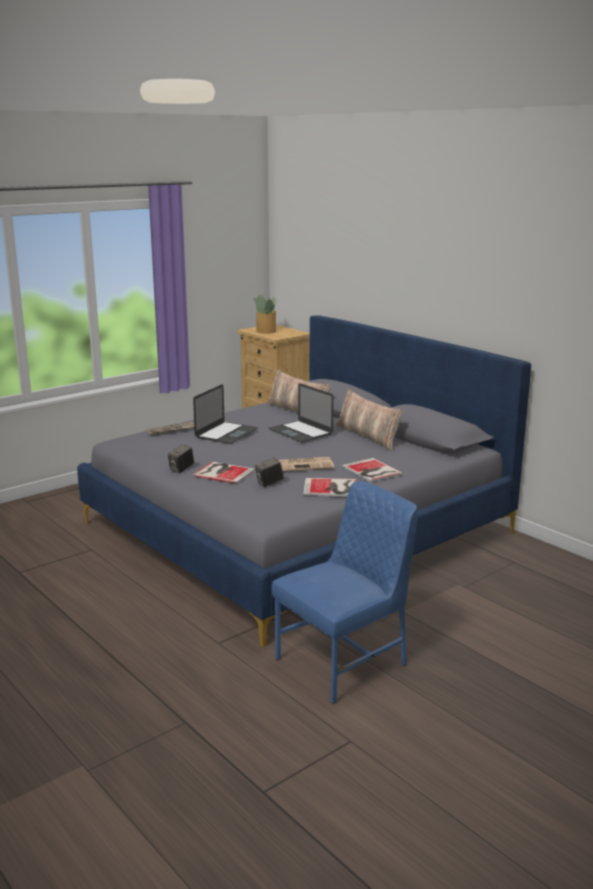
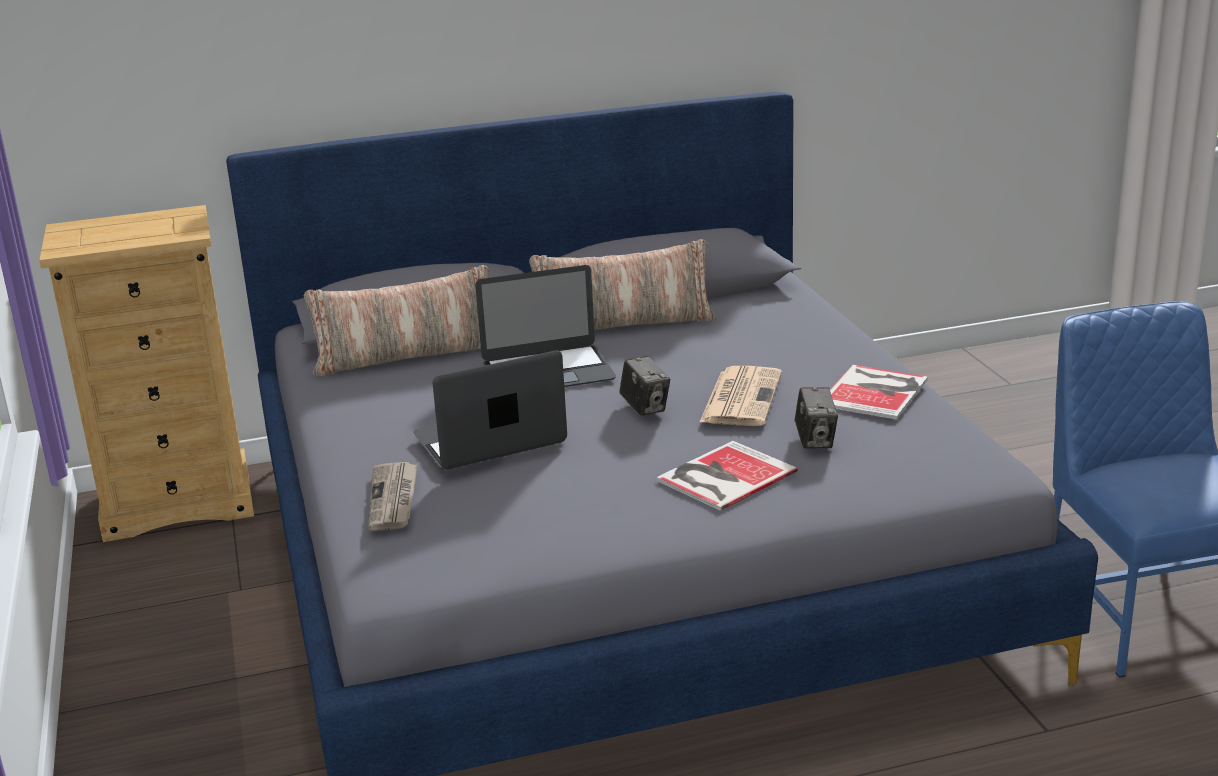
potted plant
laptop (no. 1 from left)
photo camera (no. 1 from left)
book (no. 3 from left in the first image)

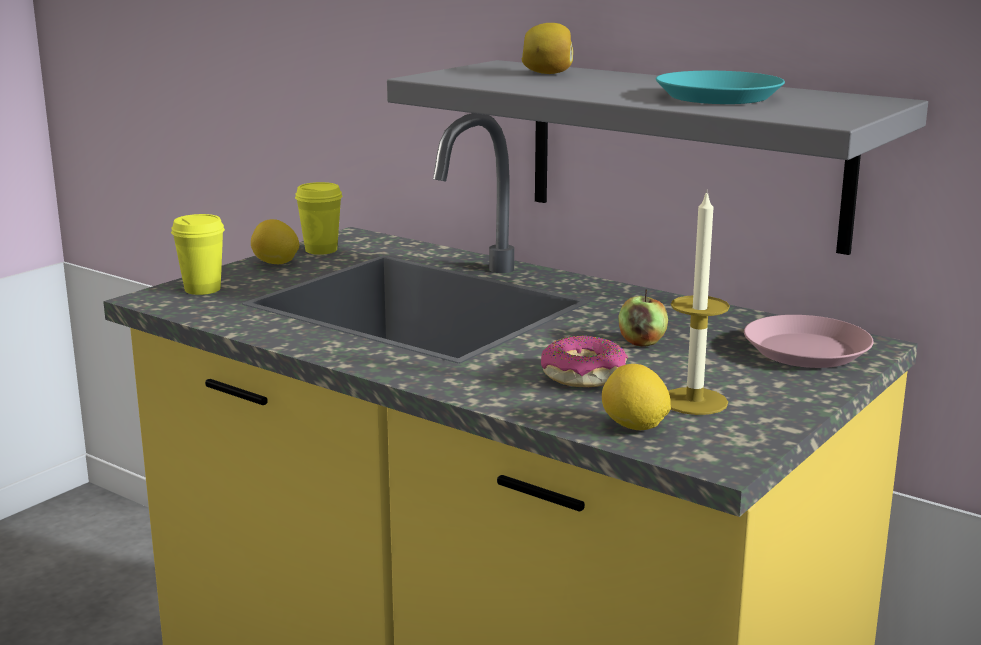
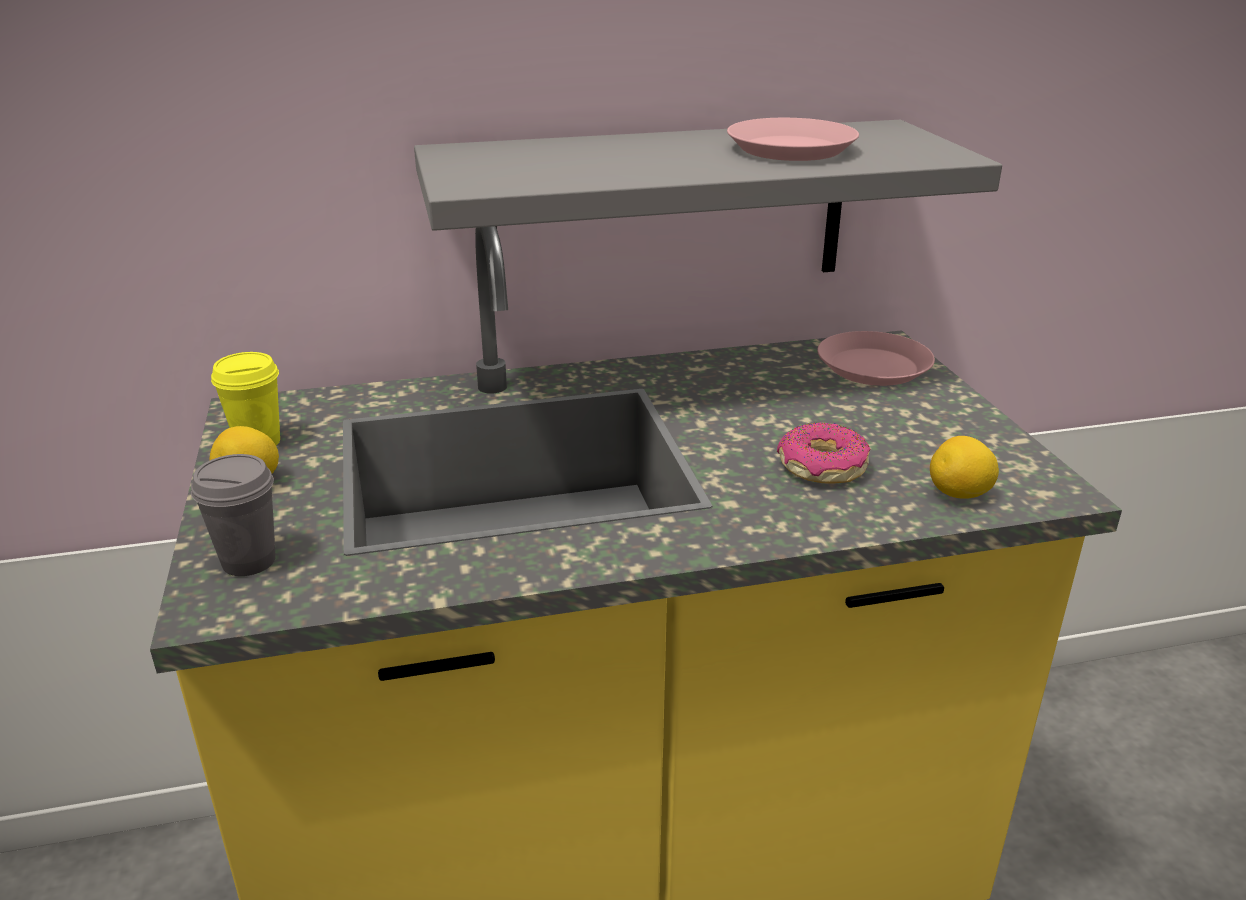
lemon (no. 2 from left in the first image)
pink plate (no. 1 from left)
candle
grey cup
apple

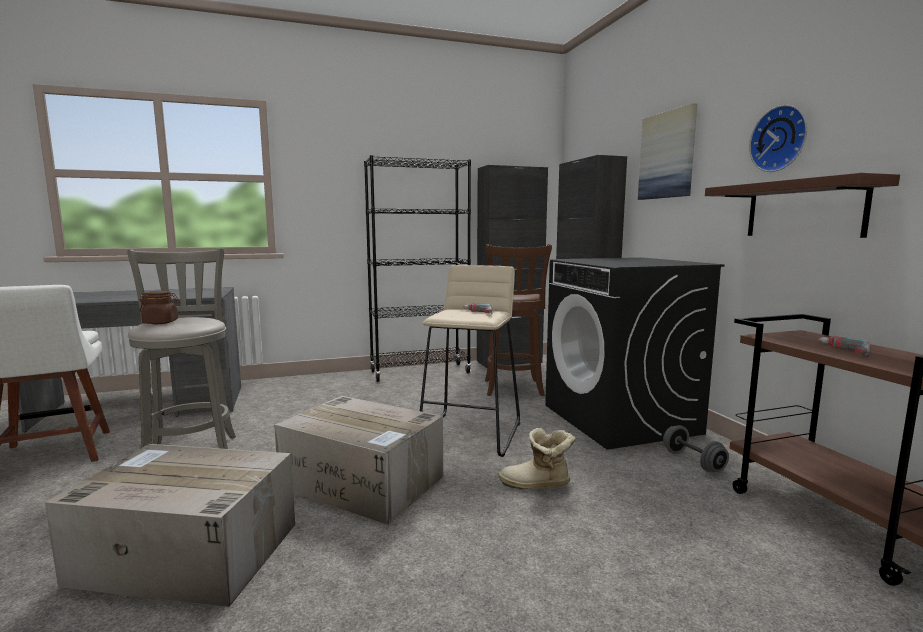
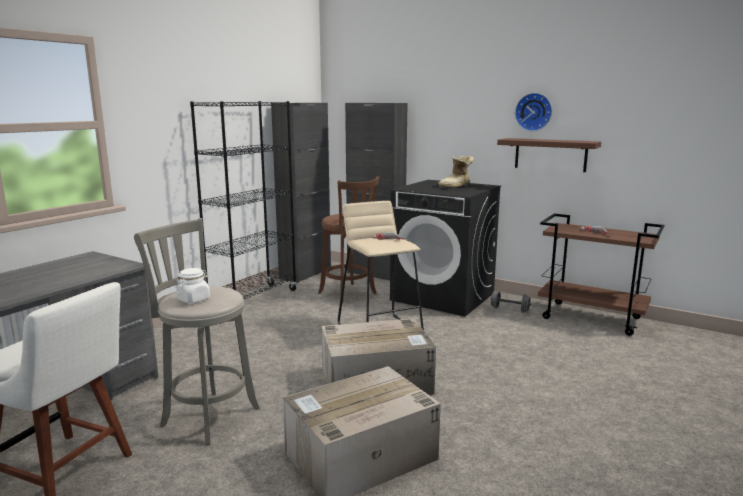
picture
white jar
boot

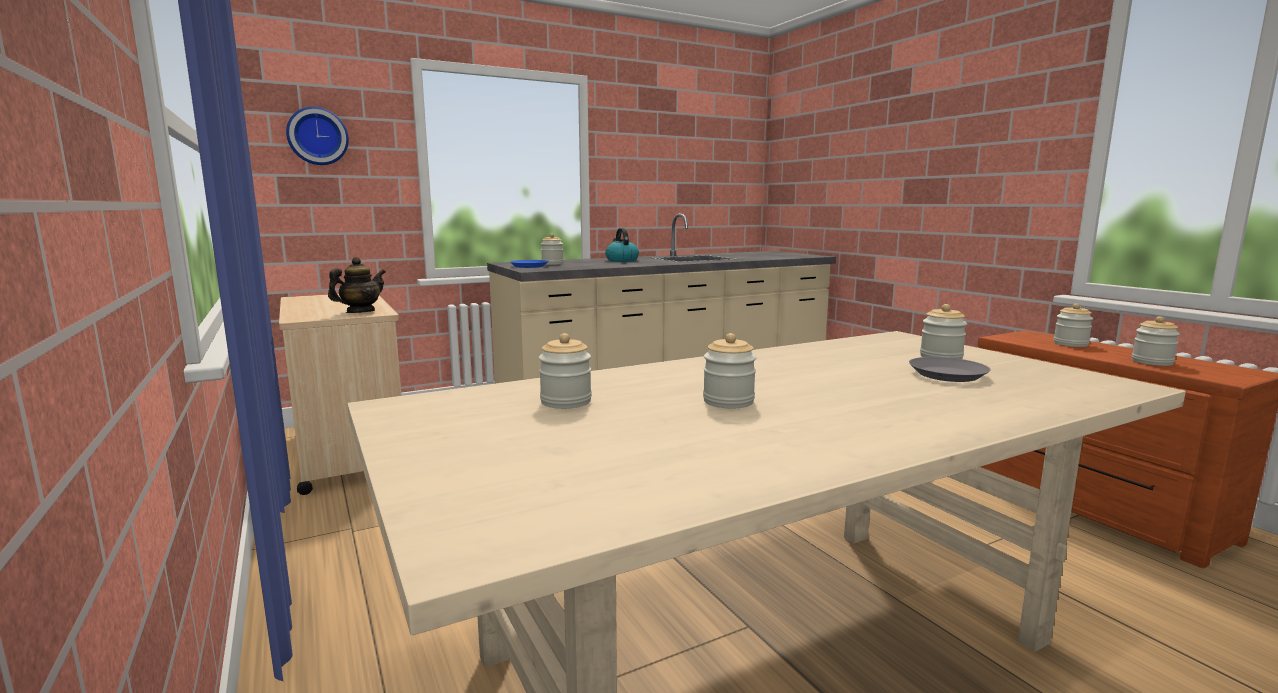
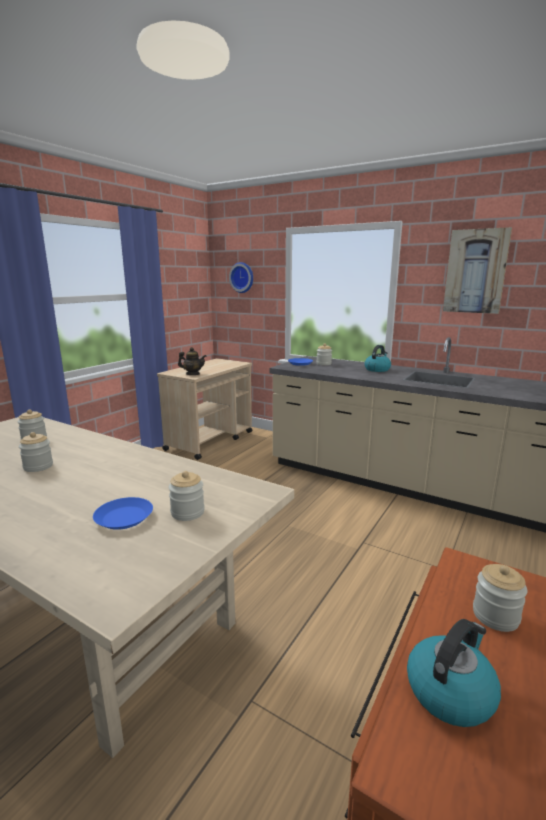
kettle (no. 2 from left)
blue plate (no. 1 from left)
picture

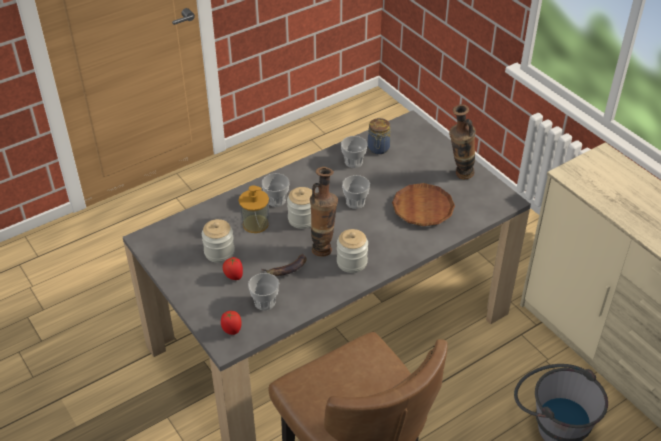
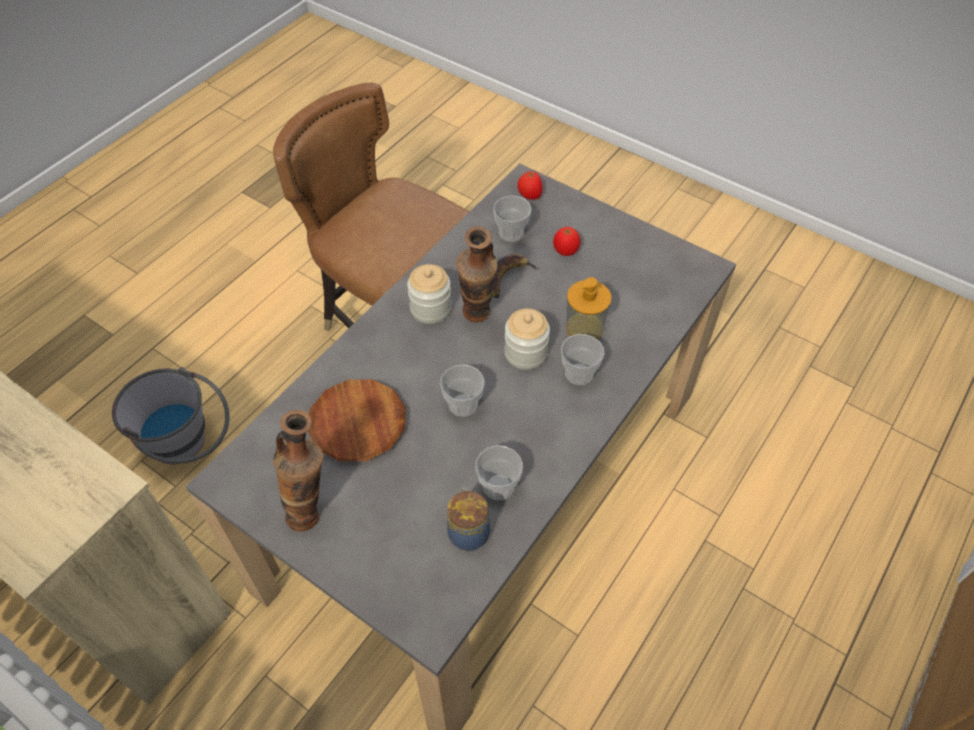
jar (no. 1 from left in the first image)

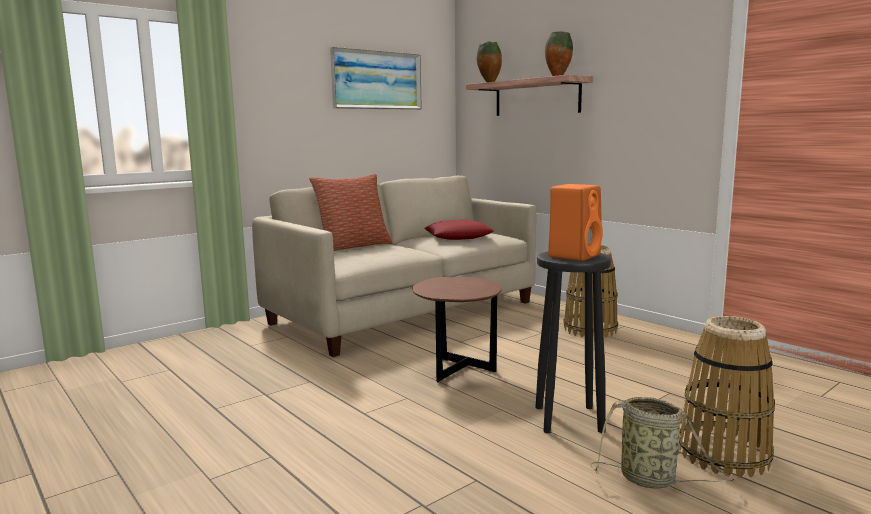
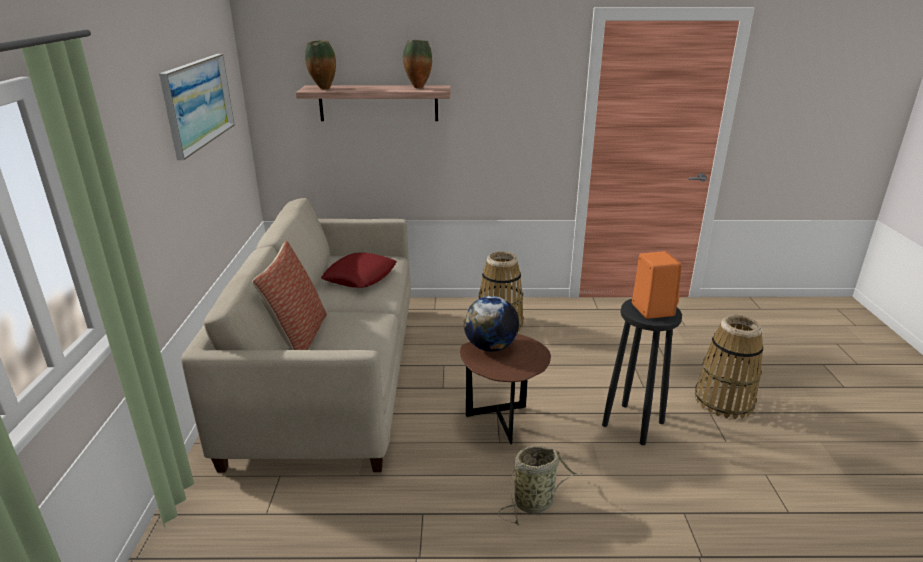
basket (no. 2 from left)
globe

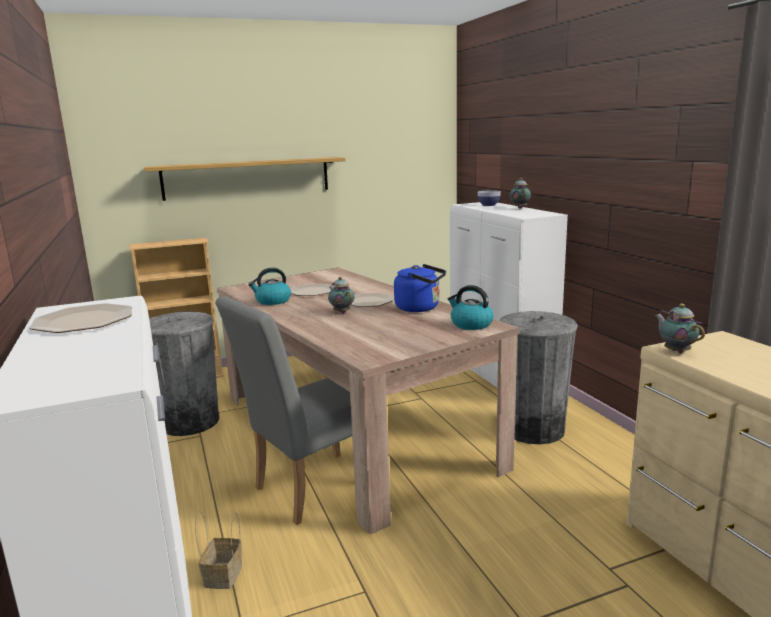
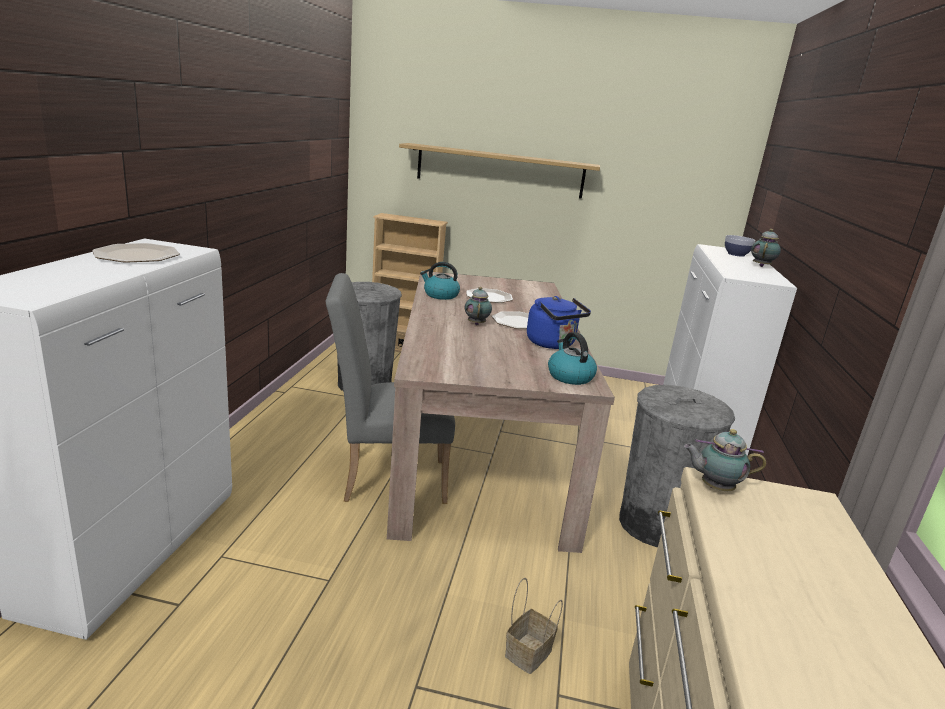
teapot (no. 2 from left)
basket

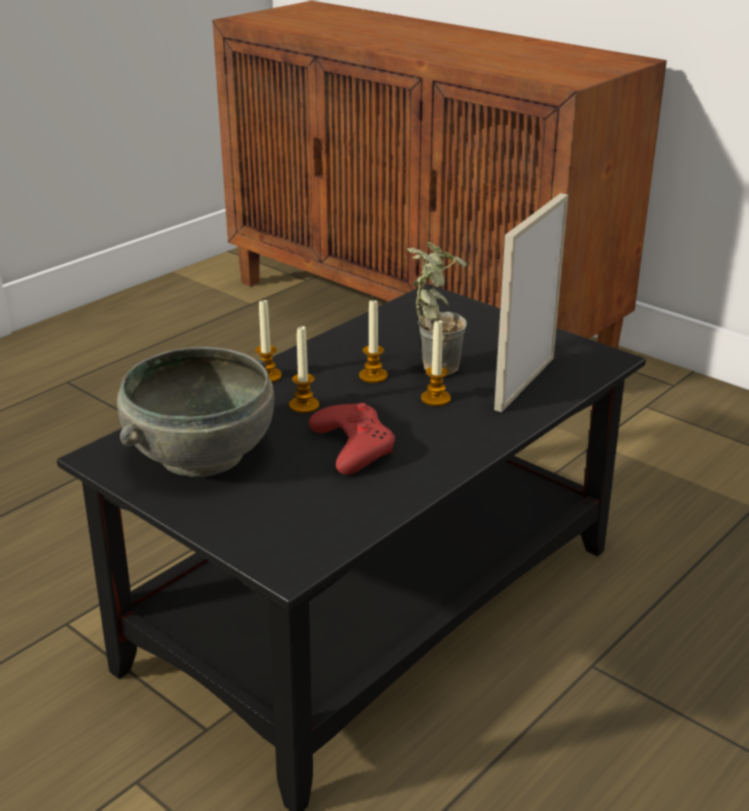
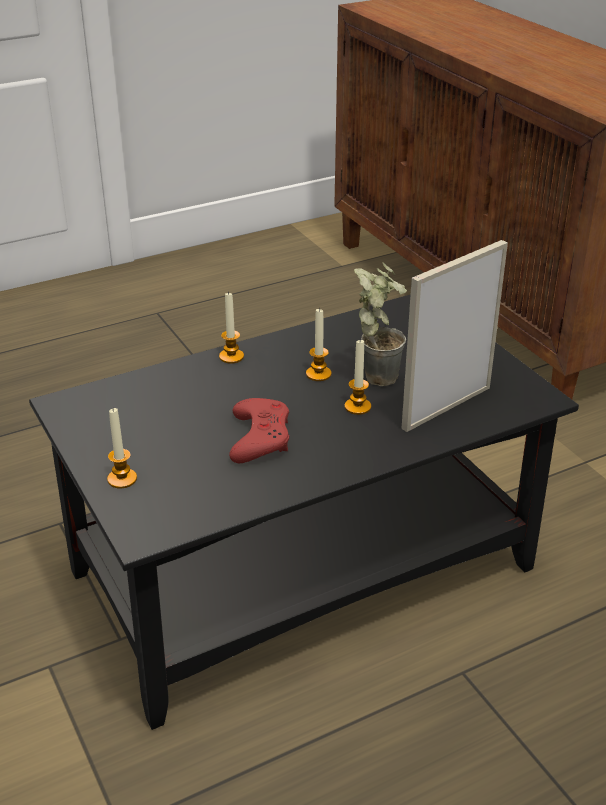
candle (no. 1 from left)
grey bowl

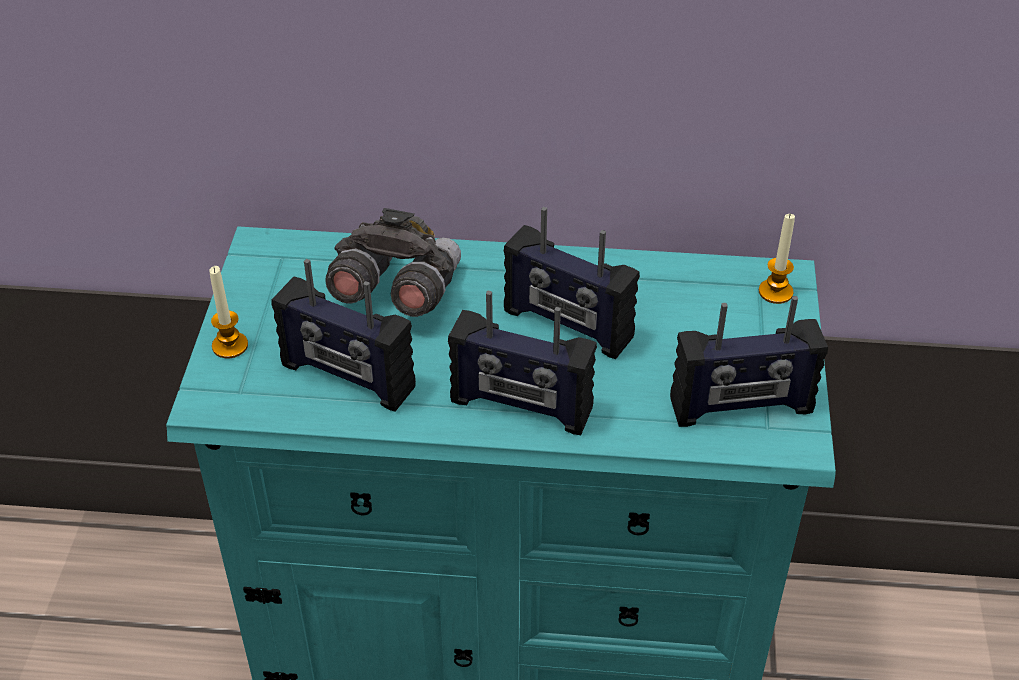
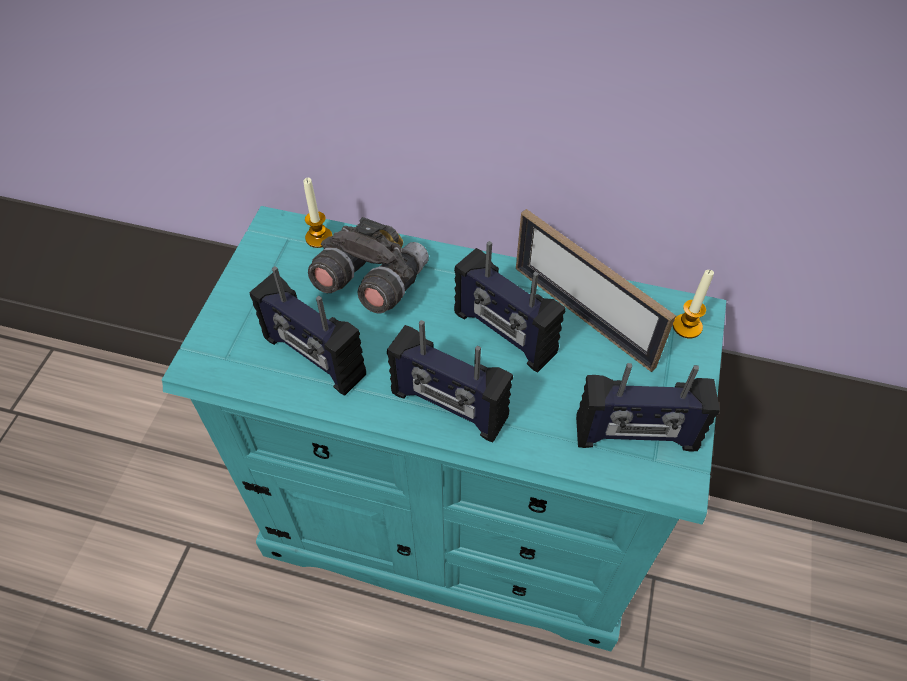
candle (no. 1 from left)
picture frame

